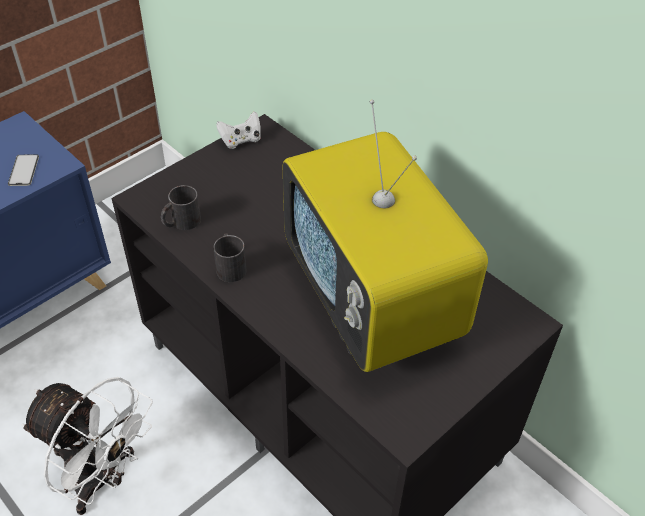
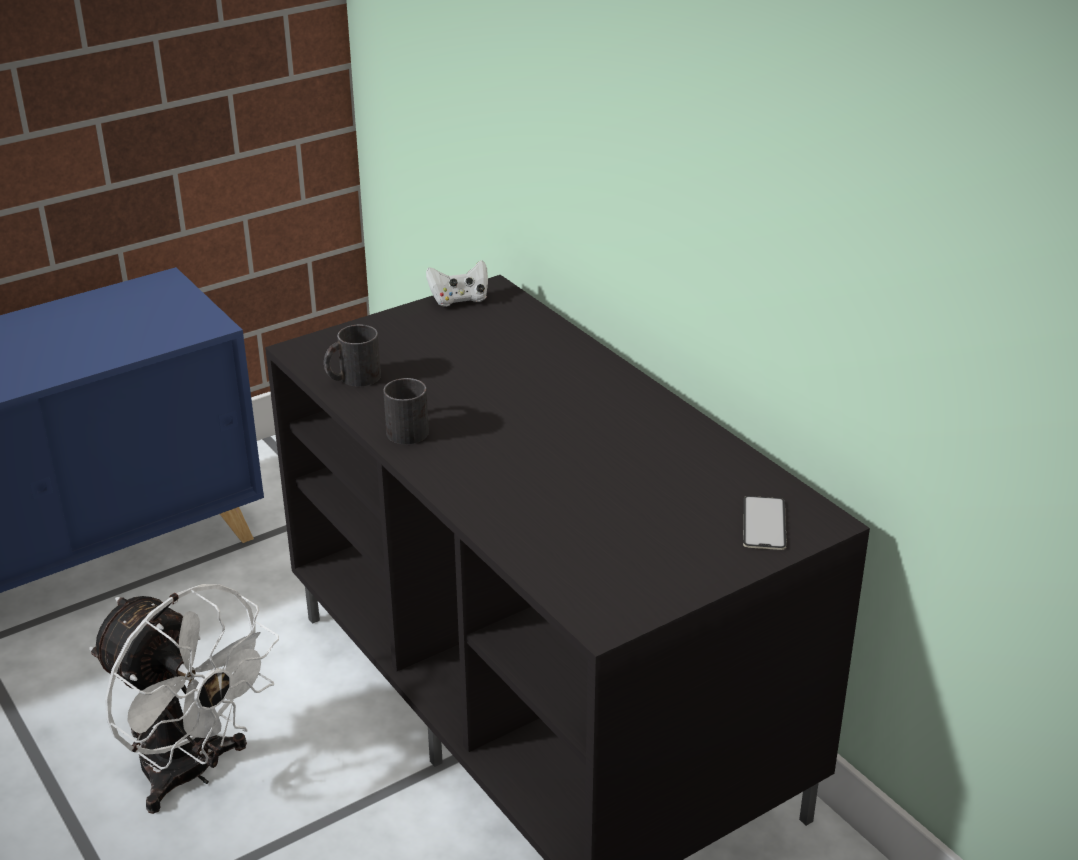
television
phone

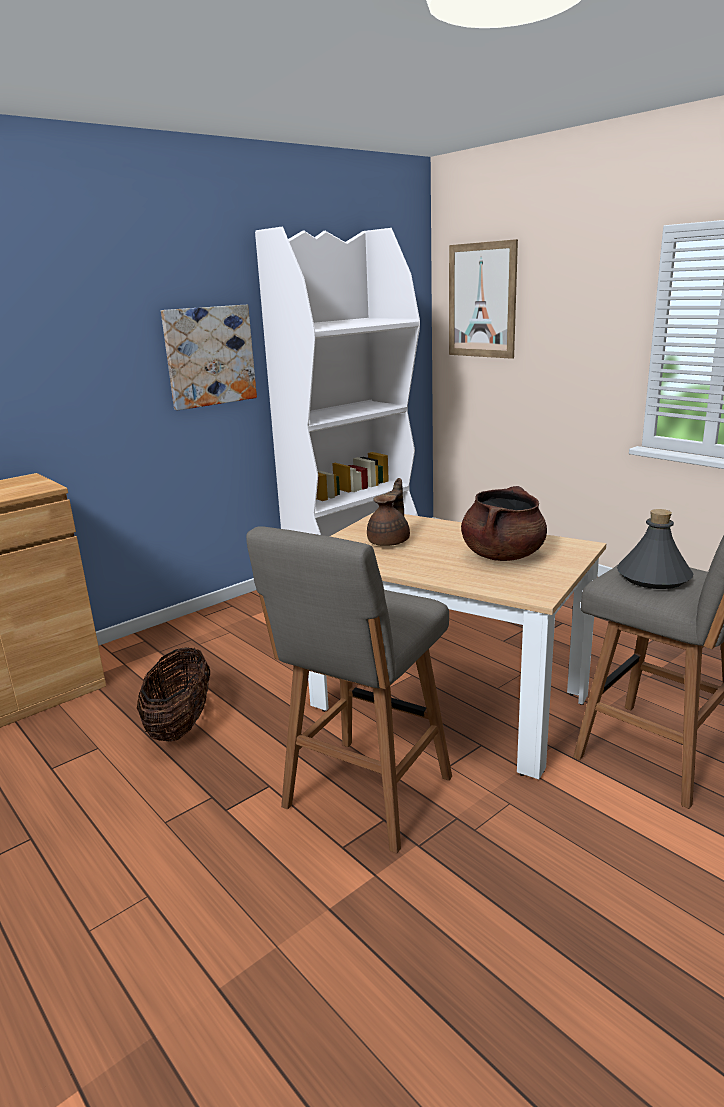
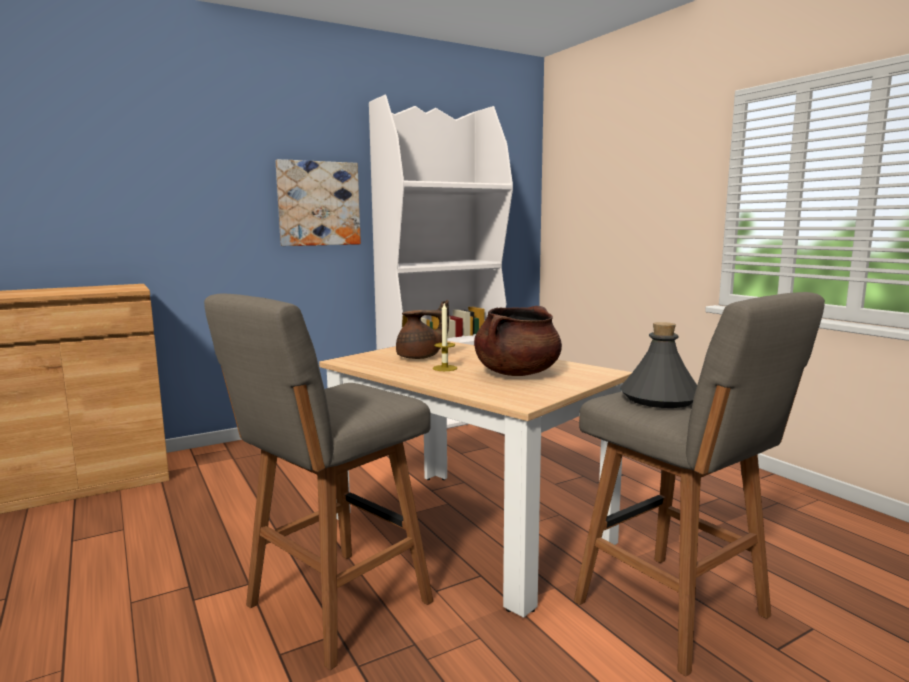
picture (no. 2 from left in the first image)
brown teapot
basket
candle

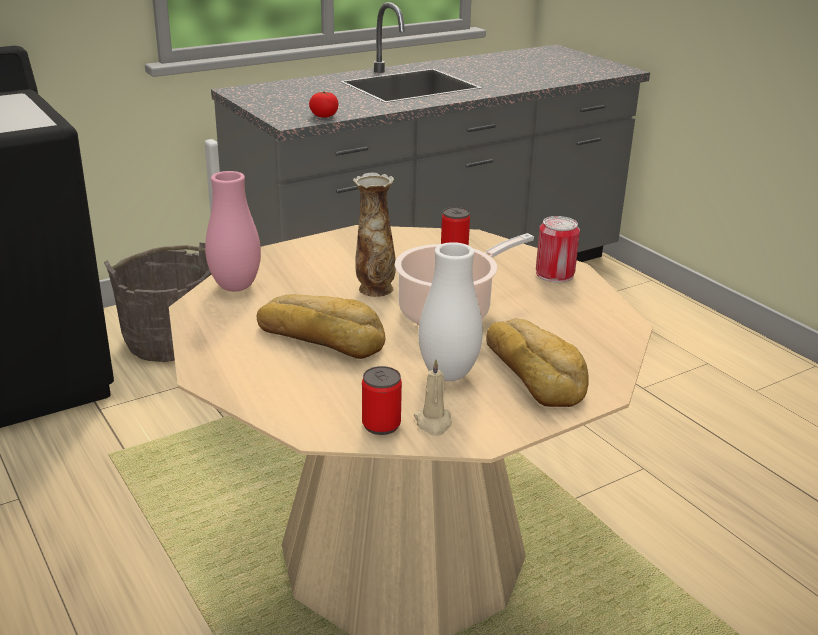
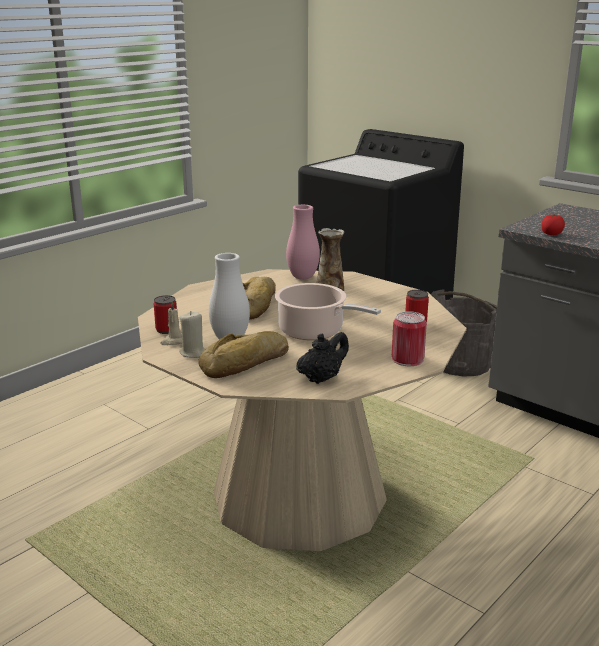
beige candle (no. 2 from left)
black teapot

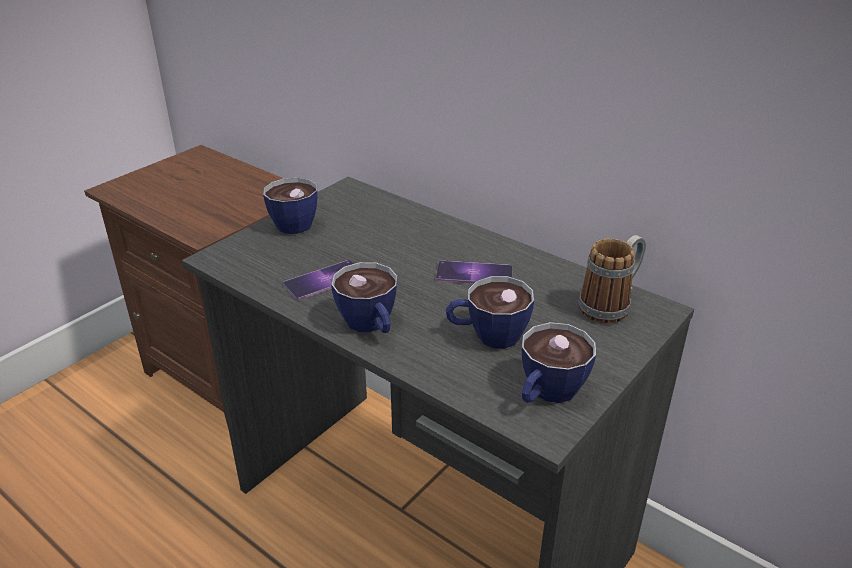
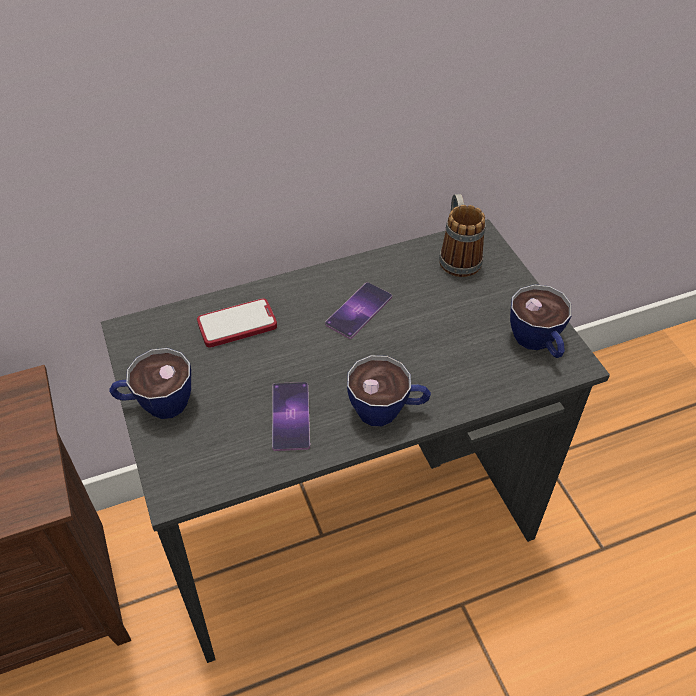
cup (no. 3 from left in the first image)
phone (no. 1 from left)

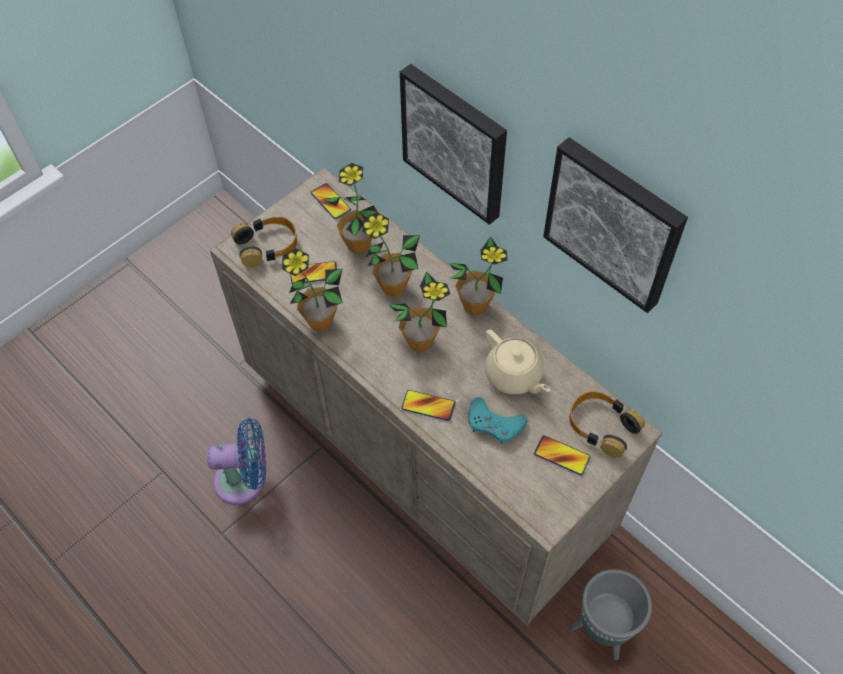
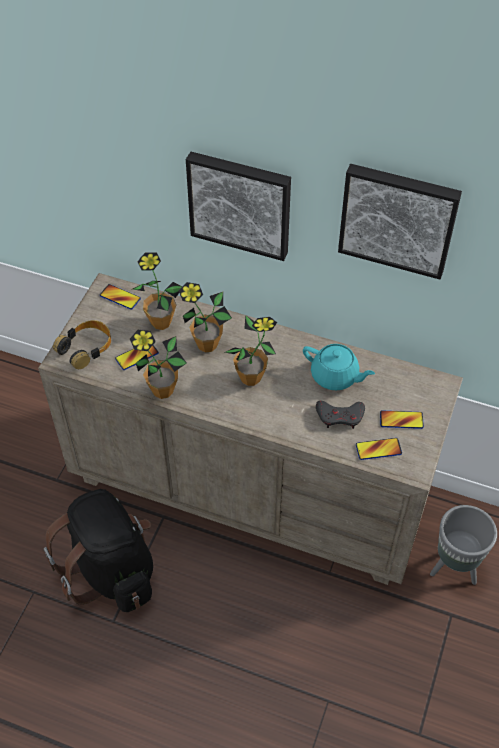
potted plant (no. 5 from left in the first image)
turquoise teapot
phone (no. 3 from left)
headphones (no. 2 from left in the first image)
grey game controller
black backpack

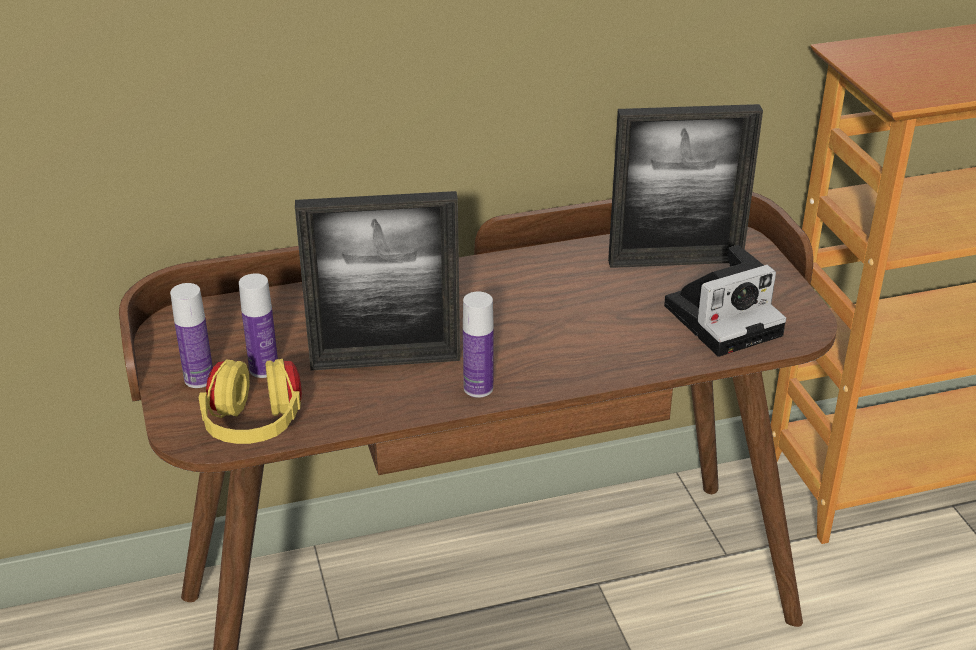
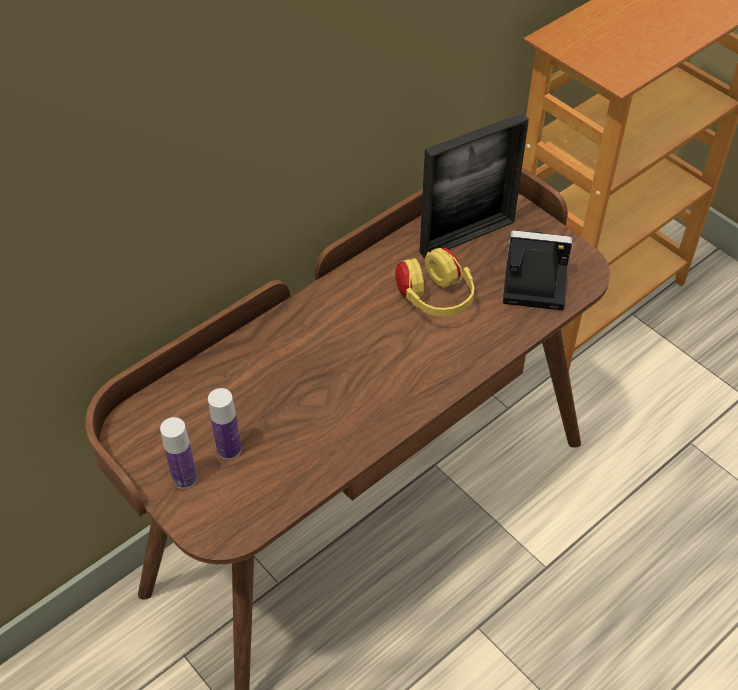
picture frame (no. 1 from left in the first image)
photo camera
bottle (no. 3 from left in the first image)
yellow headphones

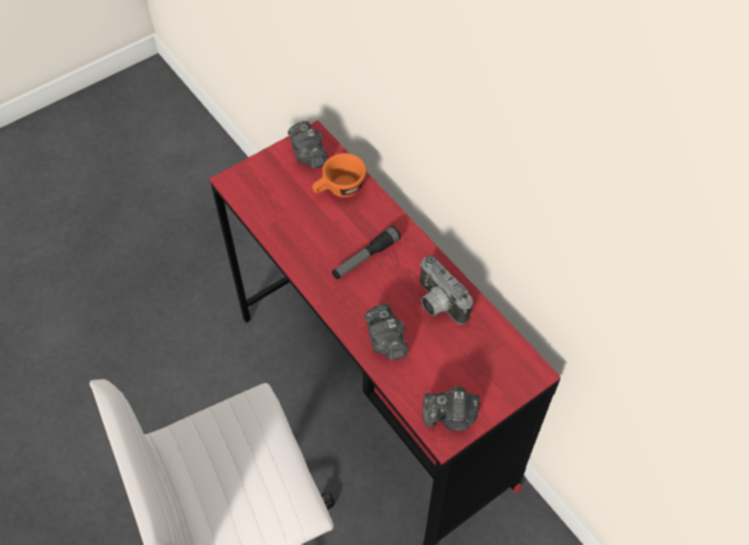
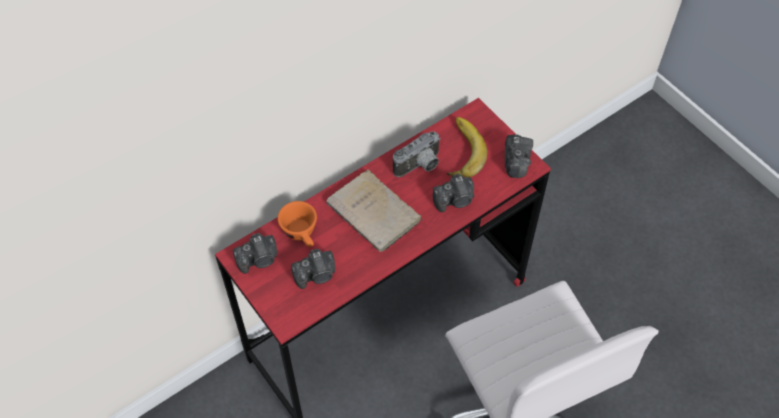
beige book
banana
photo camera (no. 2 from left)

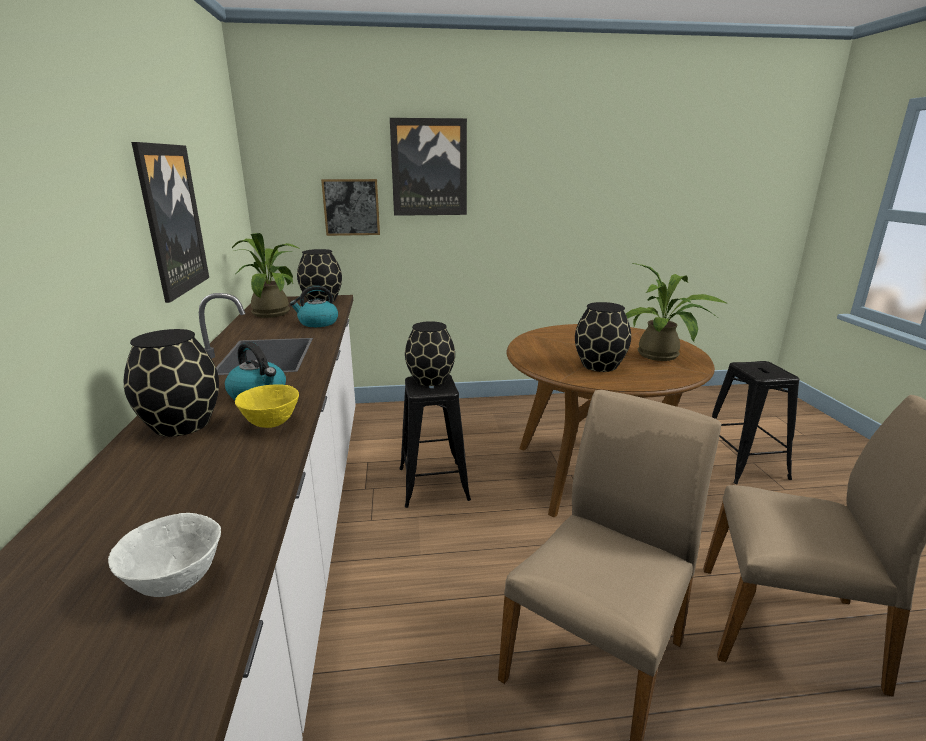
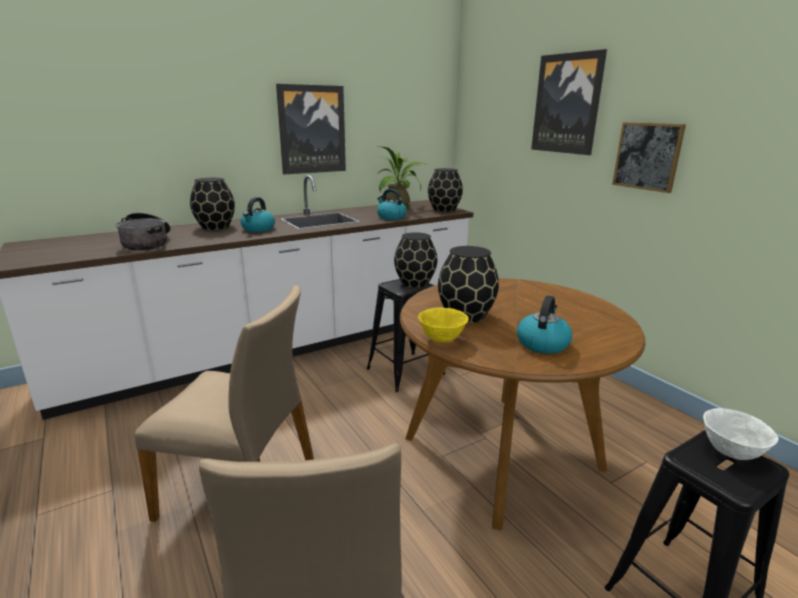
picture (no. 3 from left)
kettle (no. 3 from left)
yellow bowl
white bowl
cooking pot

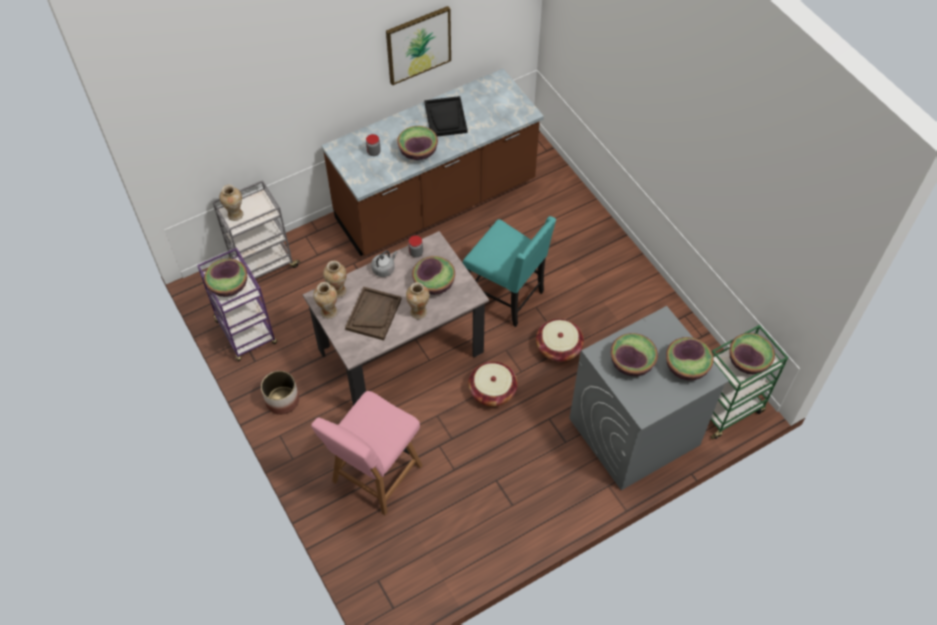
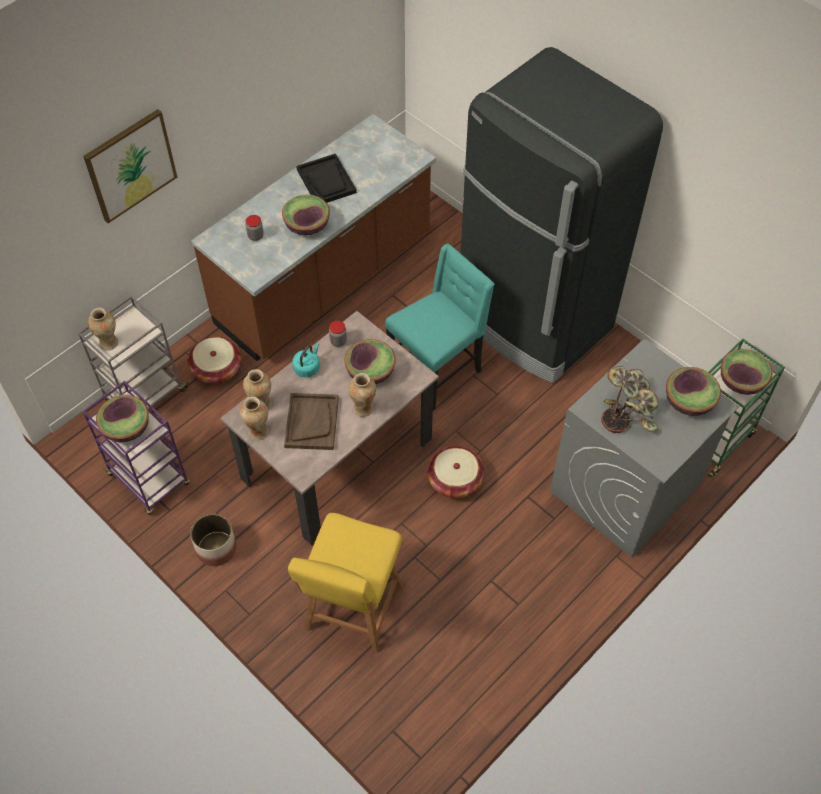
picture
turquoise chair
turquoise kettle
basket (no. 1 from left)
potted plant
yellow chair
black fridge

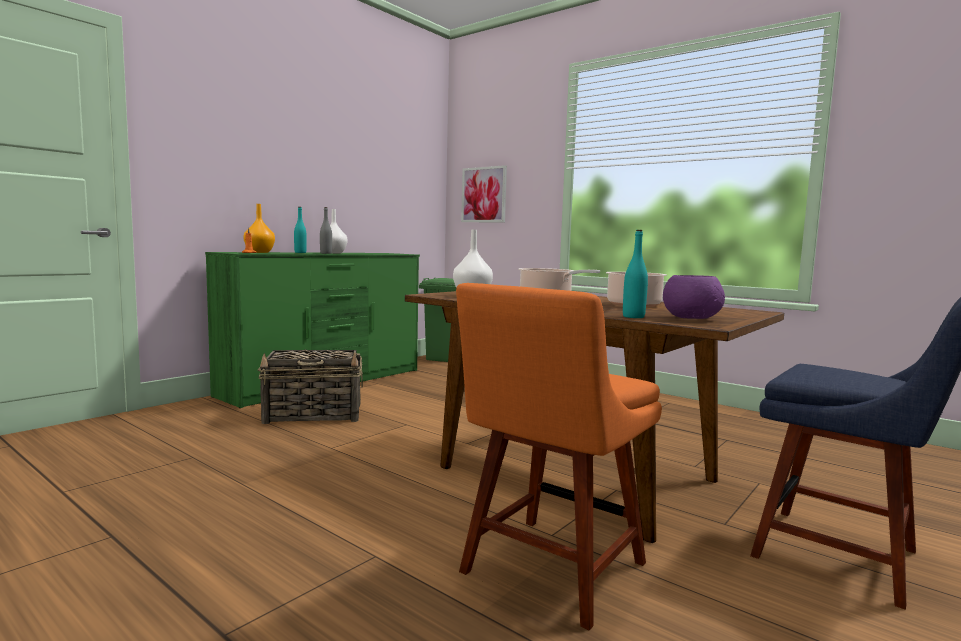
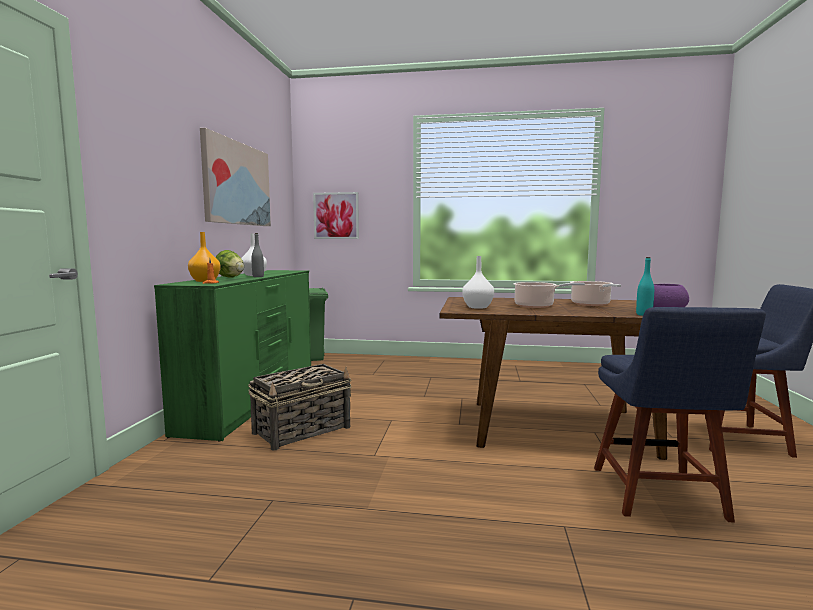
lettuce
blue chair (no. 1 from left)
picture (no. 1 from left)

